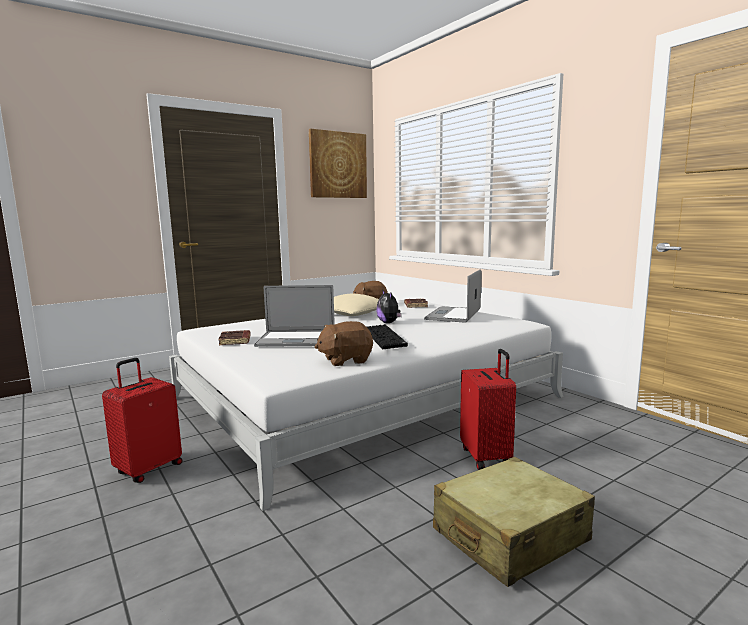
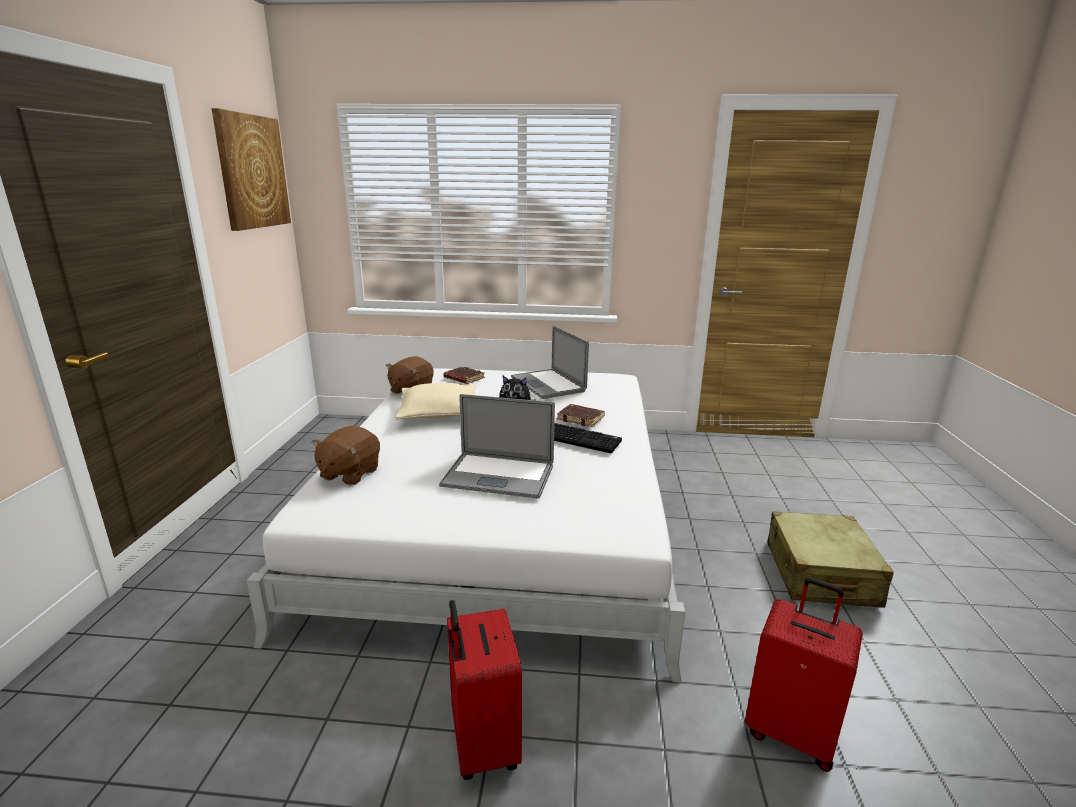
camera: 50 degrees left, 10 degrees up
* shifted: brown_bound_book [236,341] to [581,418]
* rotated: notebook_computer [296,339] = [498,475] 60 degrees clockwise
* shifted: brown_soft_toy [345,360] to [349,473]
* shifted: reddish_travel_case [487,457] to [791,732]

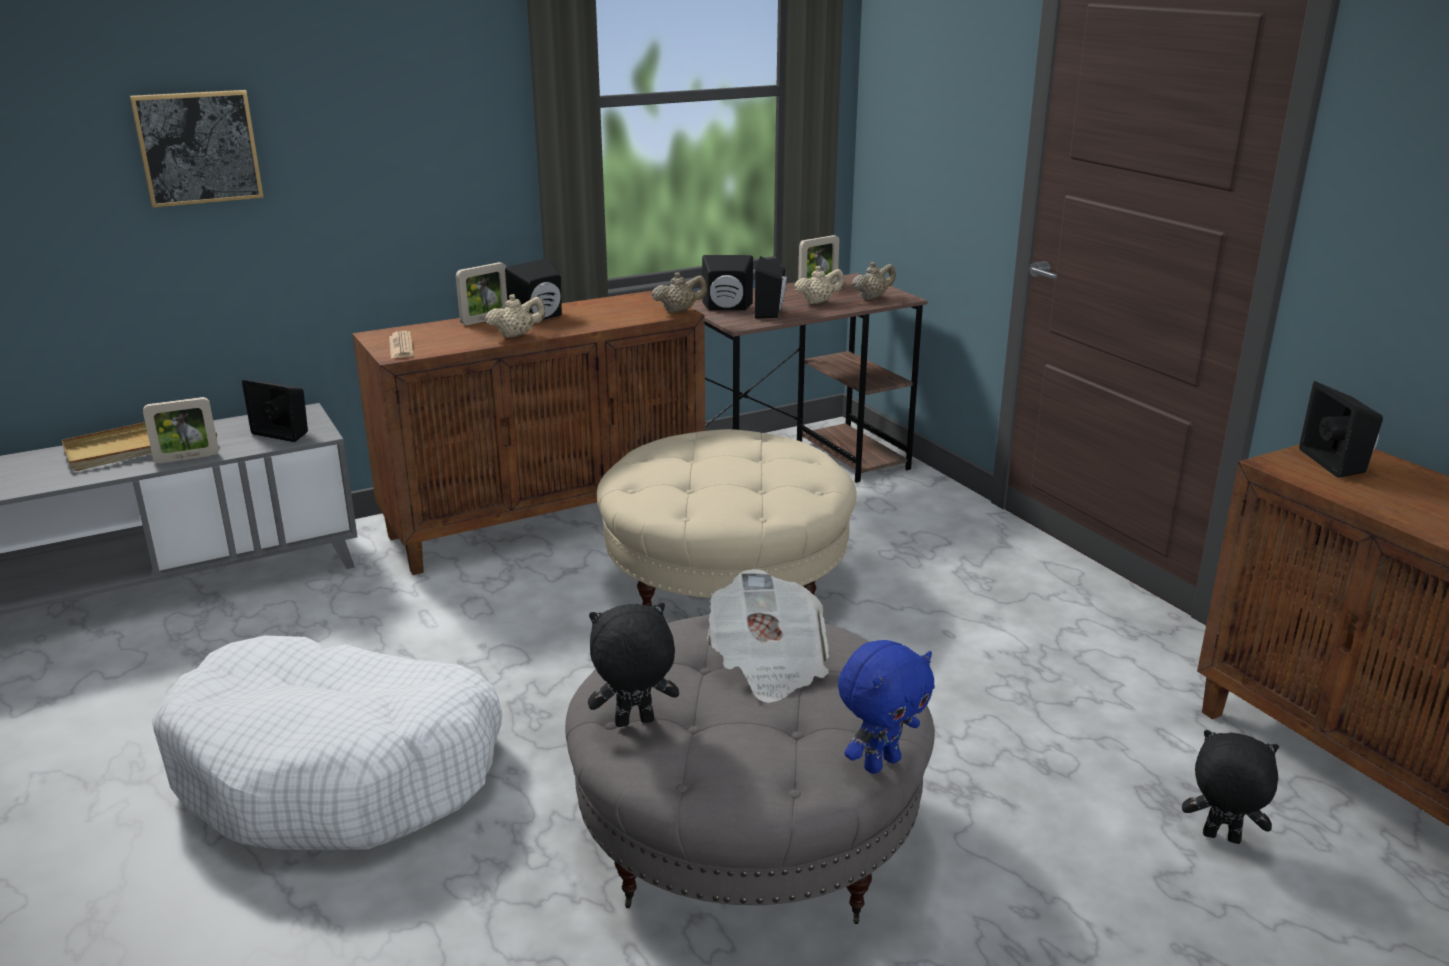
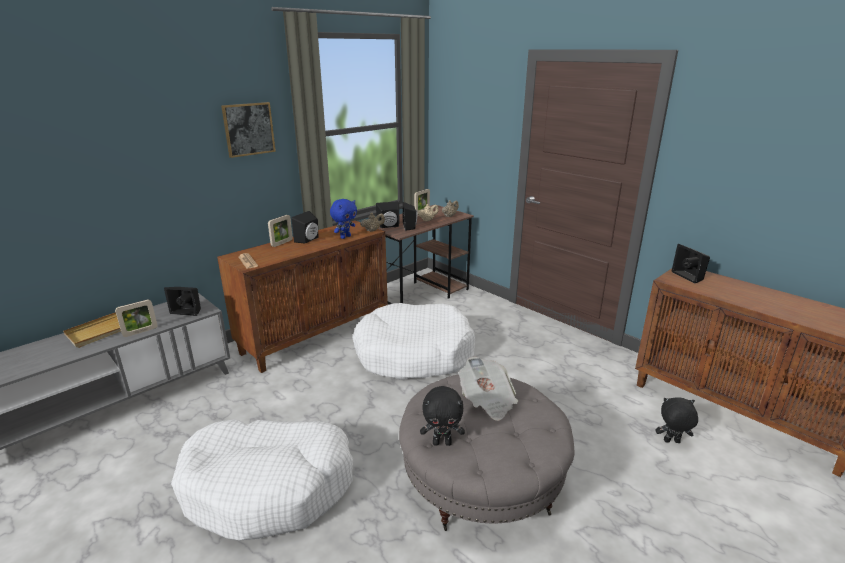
camera: 15 degrees left, 0 degrees up
* shifted: picture [198,148] to [248,129]
* gone: beige-coloured_teapot [516,335]
* rotated: black-coloured_soft_toy [634,723] = [442,442] 150 degrees counterclockwise
* swapped: beige-coloured_pouffe [727,580] to white-coloured_dog_bed [414,354]
* shifted: bluish_soft_toy [880,763] to [345,237]

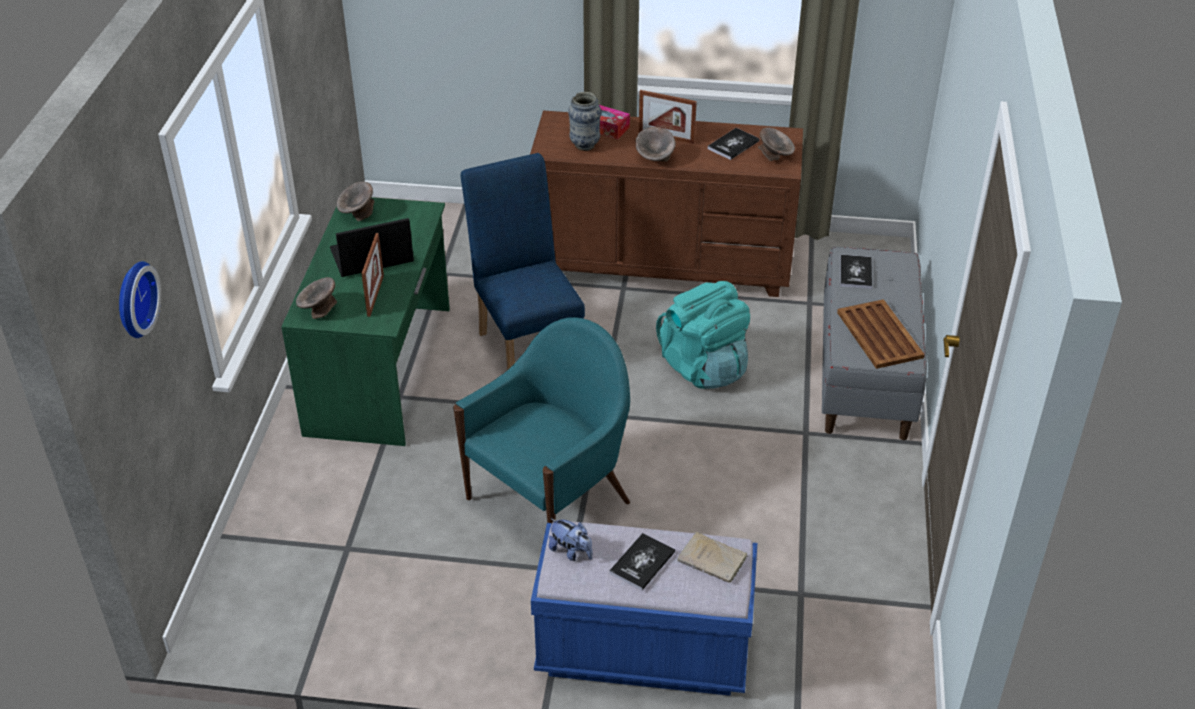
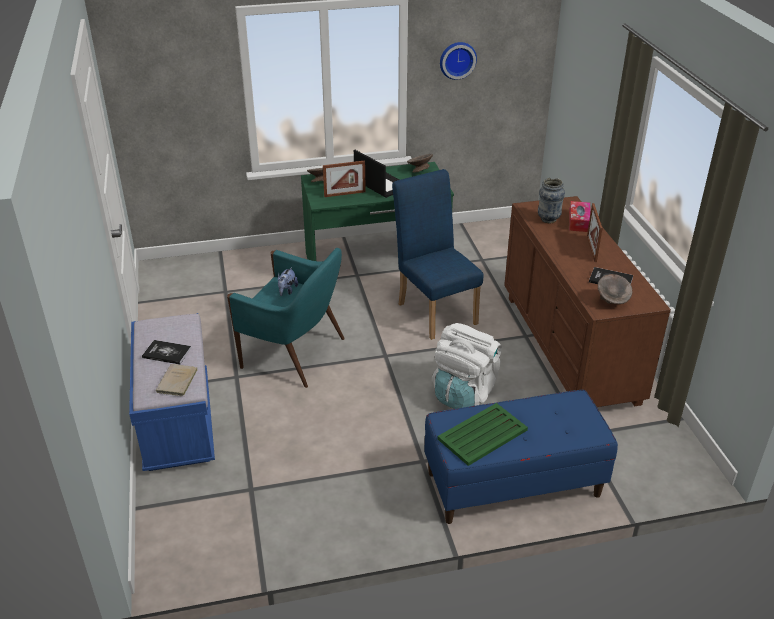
camera: 70 degrees right, 5 degrees down
* shifted: hanging_clock [132,299] to [457,59]
* rotated: bluish_plain_chair [527,345] = [435,310] 75 degrees counterclockwise
* shifted: soft_toy [571,552] to [287,291]
* gone: gray_deep_dish [655,159]
* repainted: turquoise-coloured_backpack [704,367] to white-coloured_backpack [464,393]
* repainted: gray_bench [865,375] to bluish_bench [513,484]
* repainted: brown_carrying_tray [879,334] to green_carrying_tray [483,434]
* gone: bound_book [855,272]

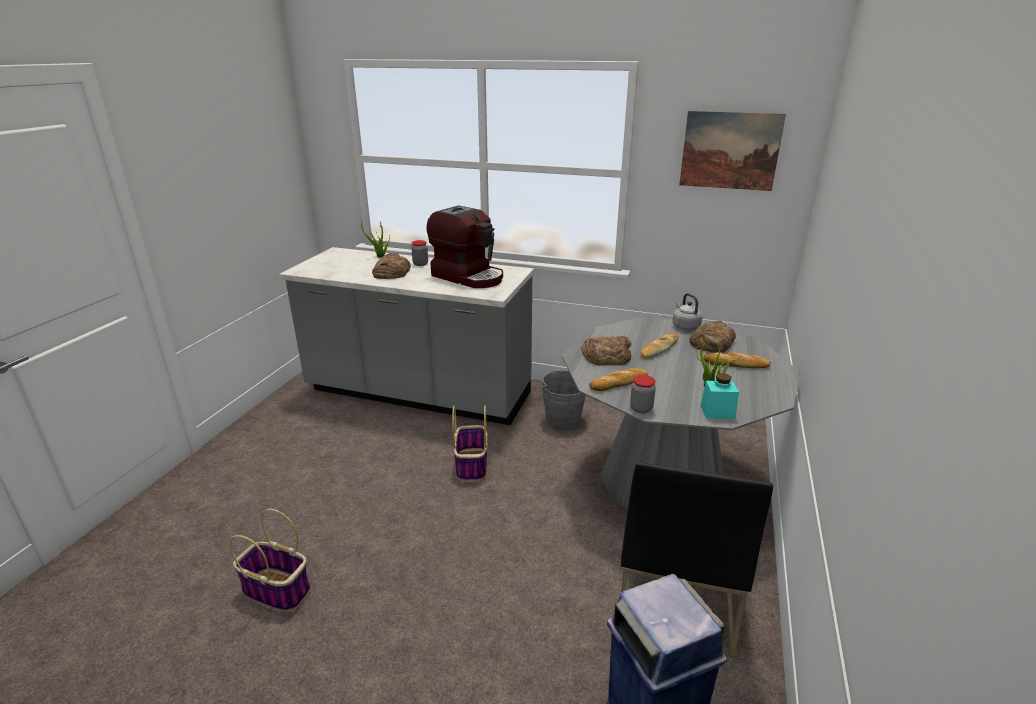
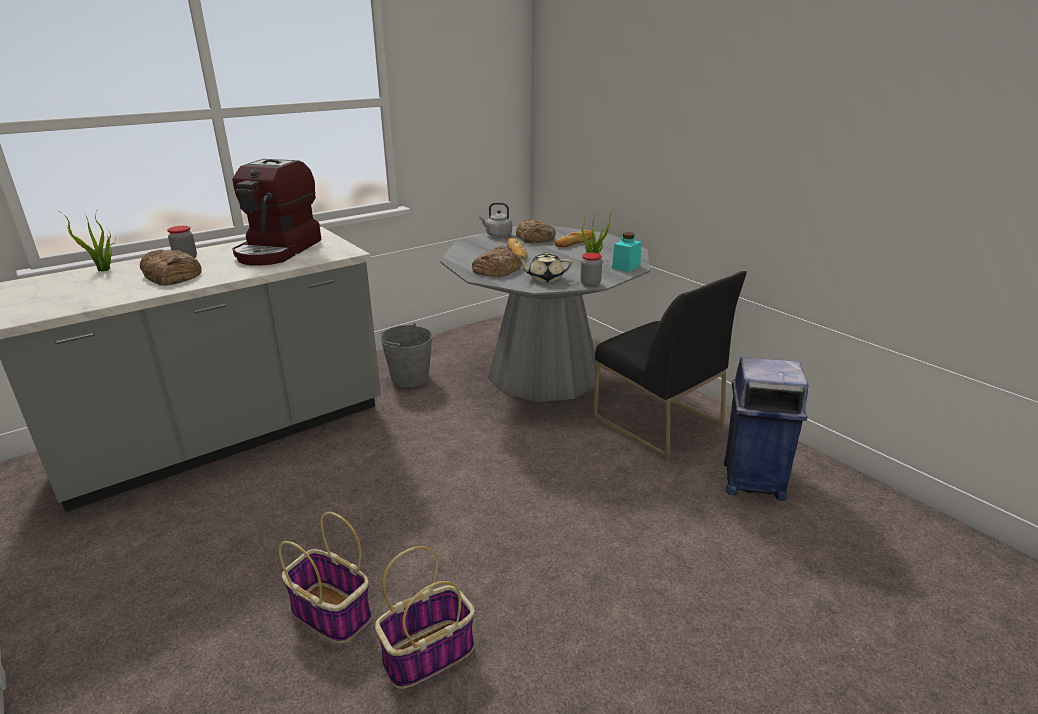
camera: 55 degrees left, 0 degrees up
* rotated: coffee_brewer [469,276] = [279,250] 120 degrees clockwise
* shifted: storage_basket [471,464] to [329,613]
* swapped: bread [619,383] to beige-coloured_teapot [545,278]
* gone: picture [730,150]

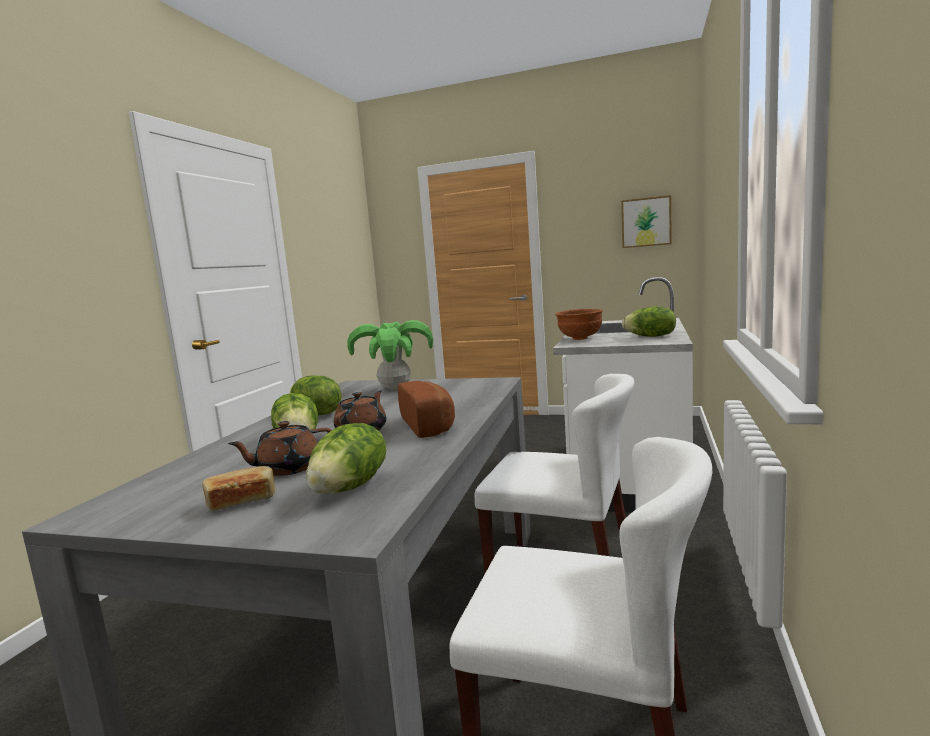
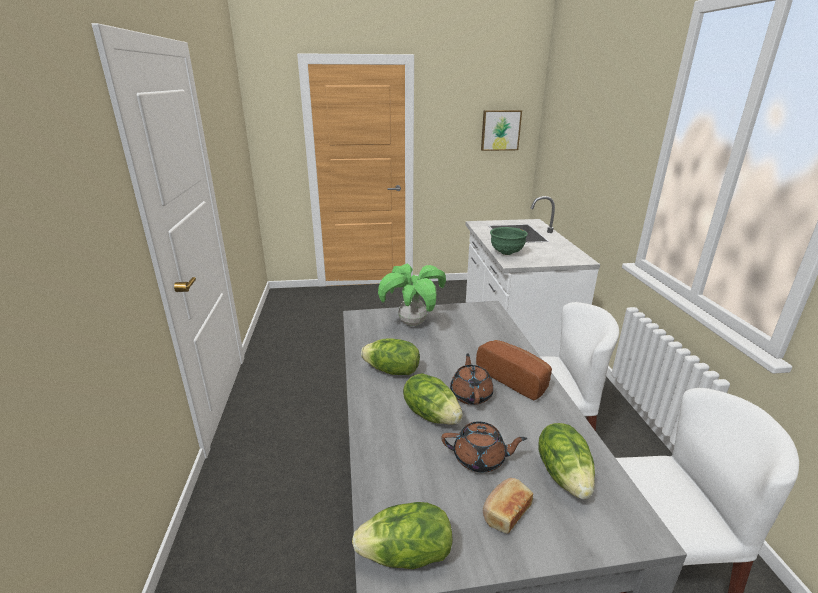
camera: 25 degrees left, 15 degrees up
* rotated: brown_teapot [288,468] = [480,459] 120 degrees counterclockwise
* repainted: brown_deep_dish [579,338] to green_deep_dish [506,253]
* shifted: lettuce [651,336] to [406,555]

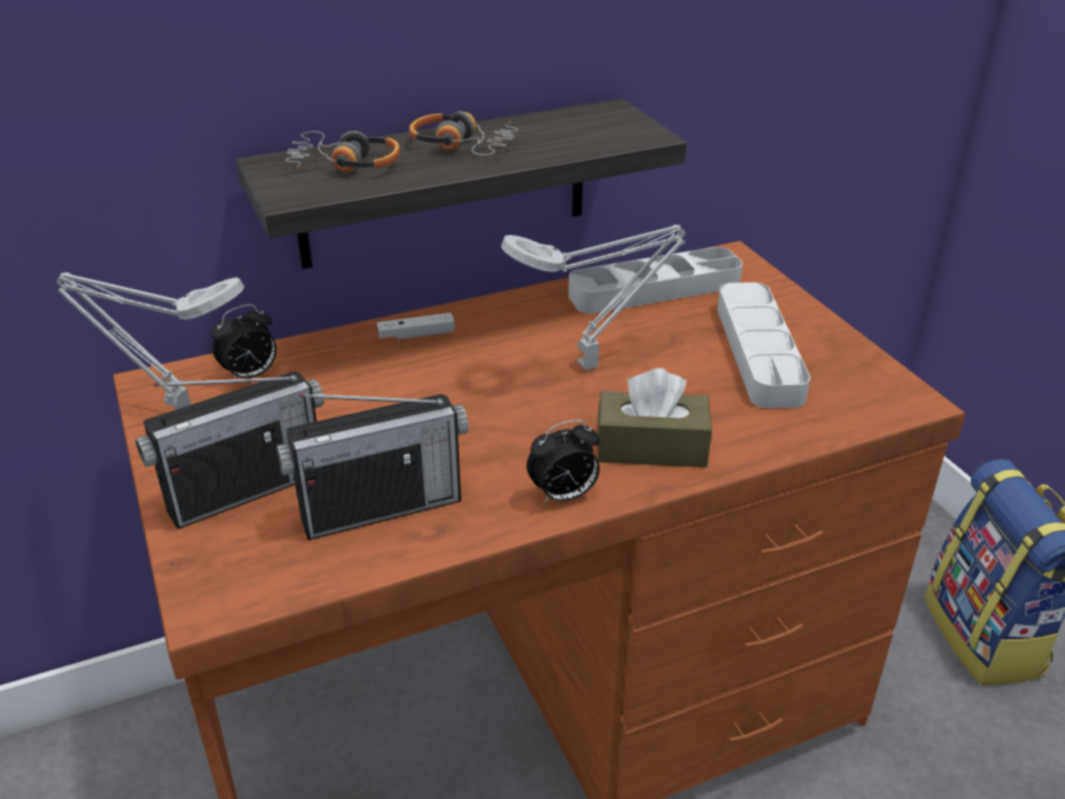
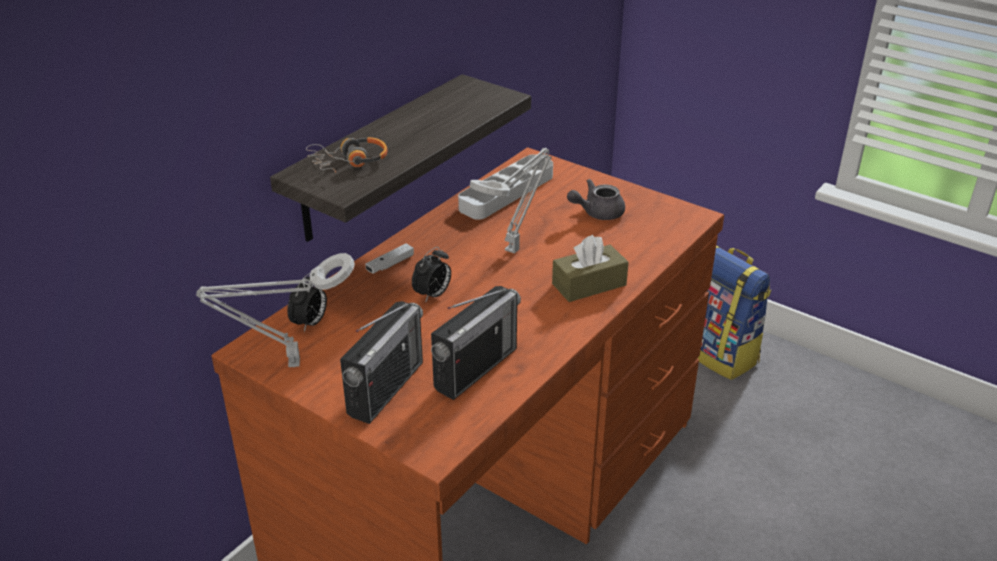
camera: 30 degrees left, 0 degrees up
* gone: pair_of_headphones [462,146]
* shifted: bedside_clock [563,496] to [433,295]
* swapped: gray_carrying_tray [758,352] to gray_teapot [597,213]

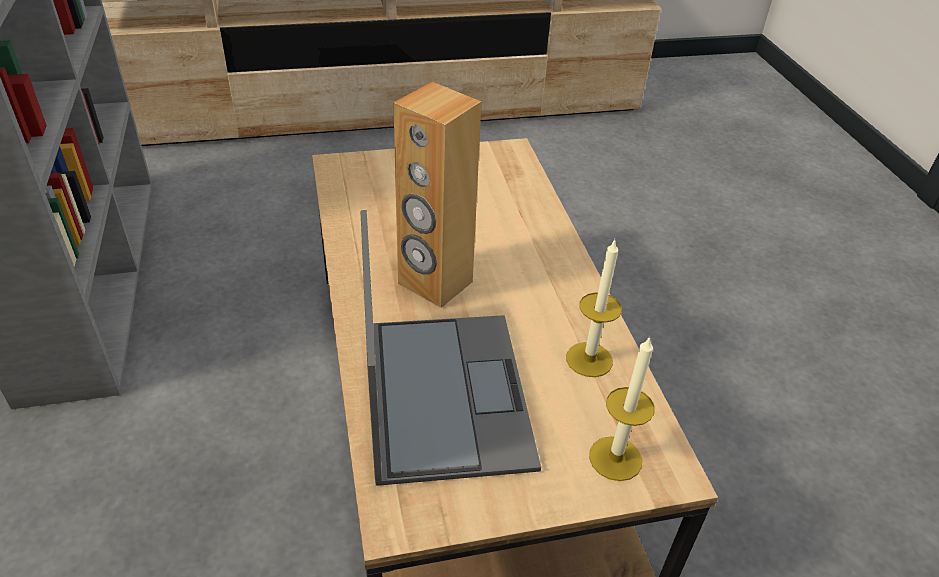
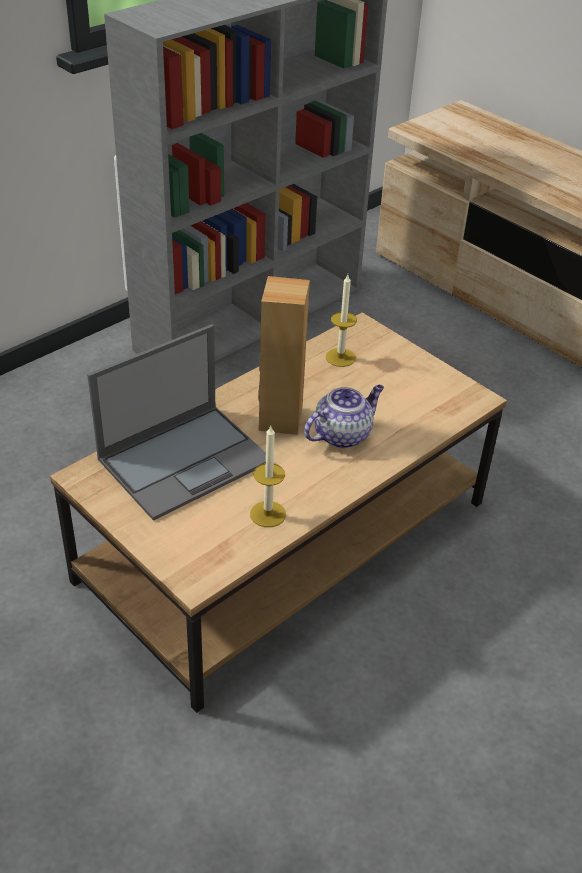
camera: 60 degrees right, 0 degrees up
* shifted: wax_candle [615,458] to [340,357]
* new: teapot [342,434]

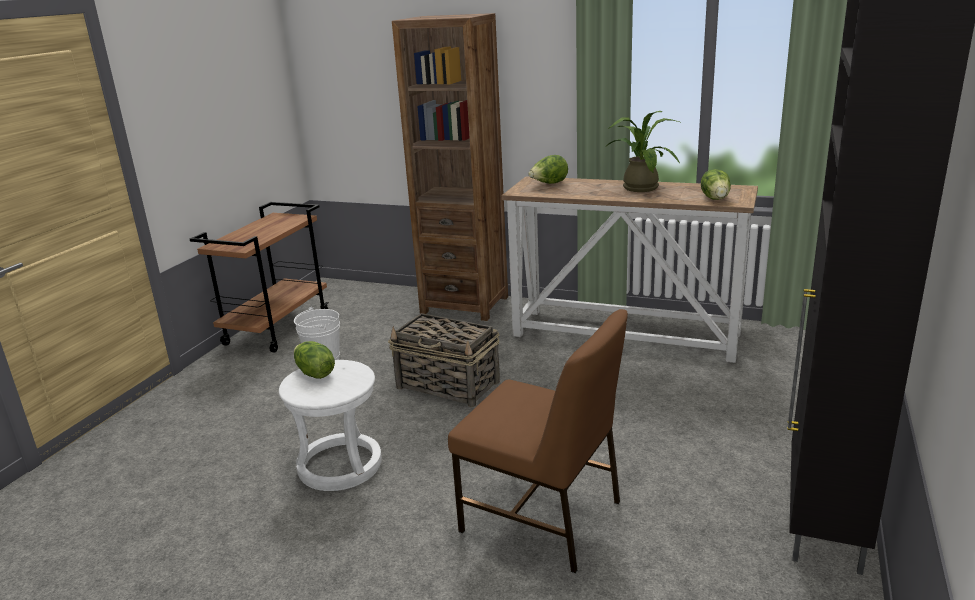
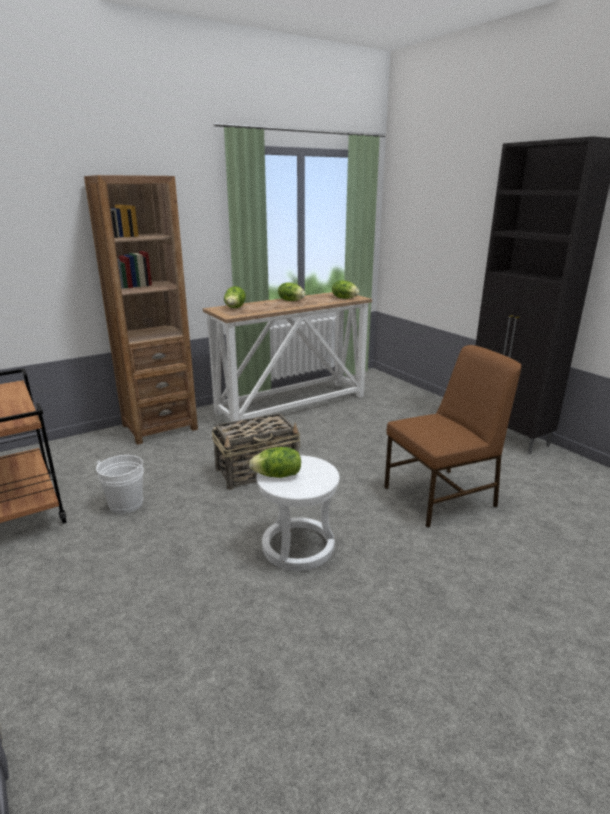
camera: 55 degrees left, 0 degrees up
* swapped: plant_in_a_pot [639,187] to lettuce [291,300]

